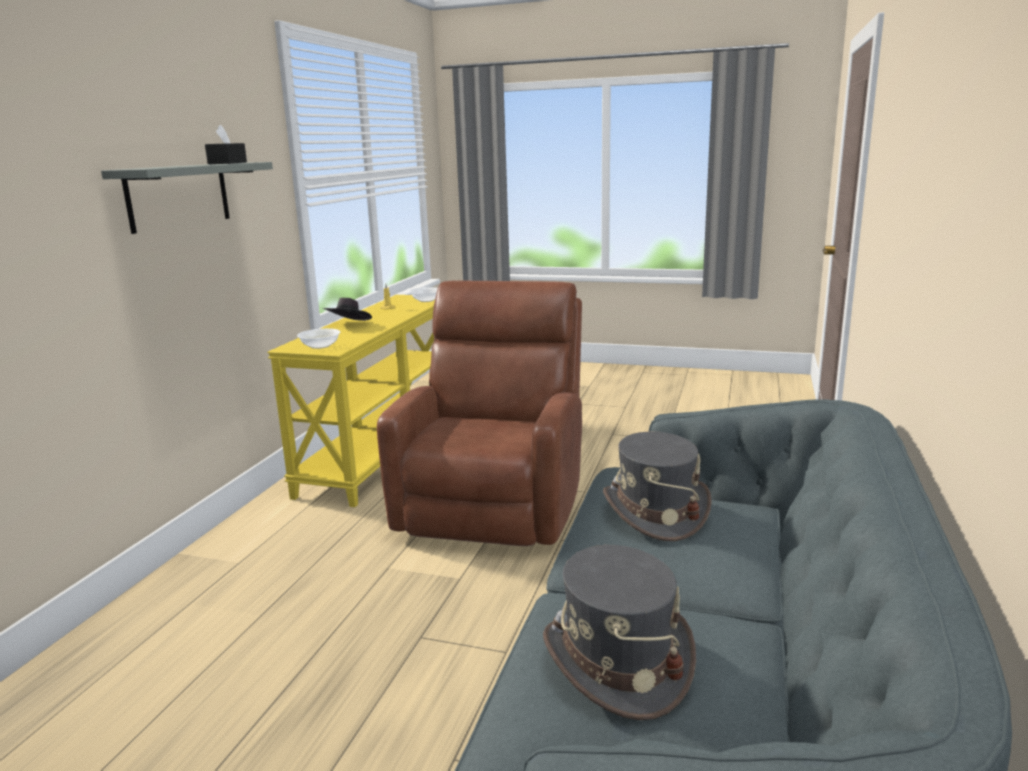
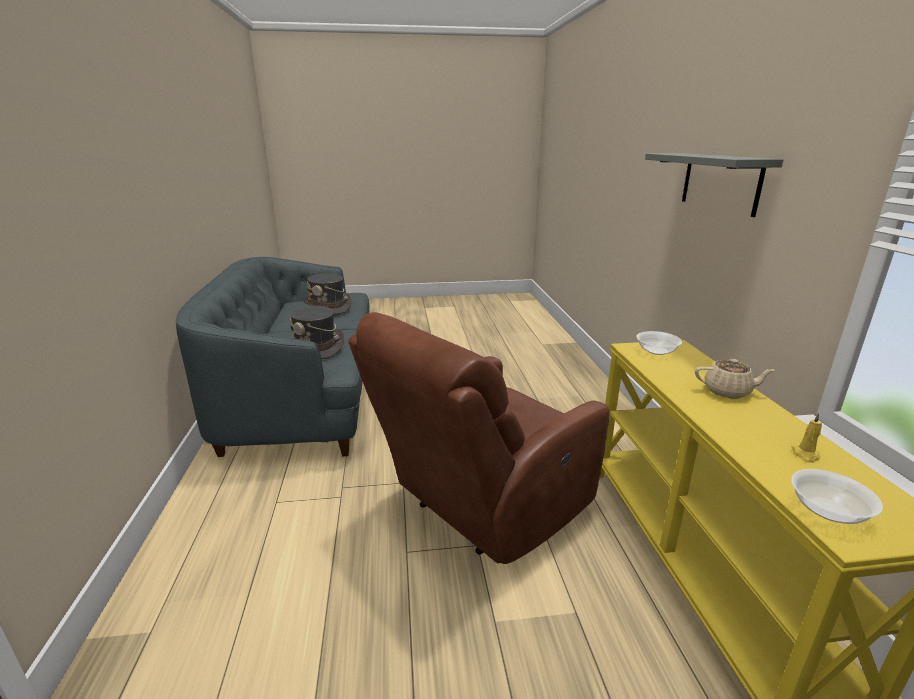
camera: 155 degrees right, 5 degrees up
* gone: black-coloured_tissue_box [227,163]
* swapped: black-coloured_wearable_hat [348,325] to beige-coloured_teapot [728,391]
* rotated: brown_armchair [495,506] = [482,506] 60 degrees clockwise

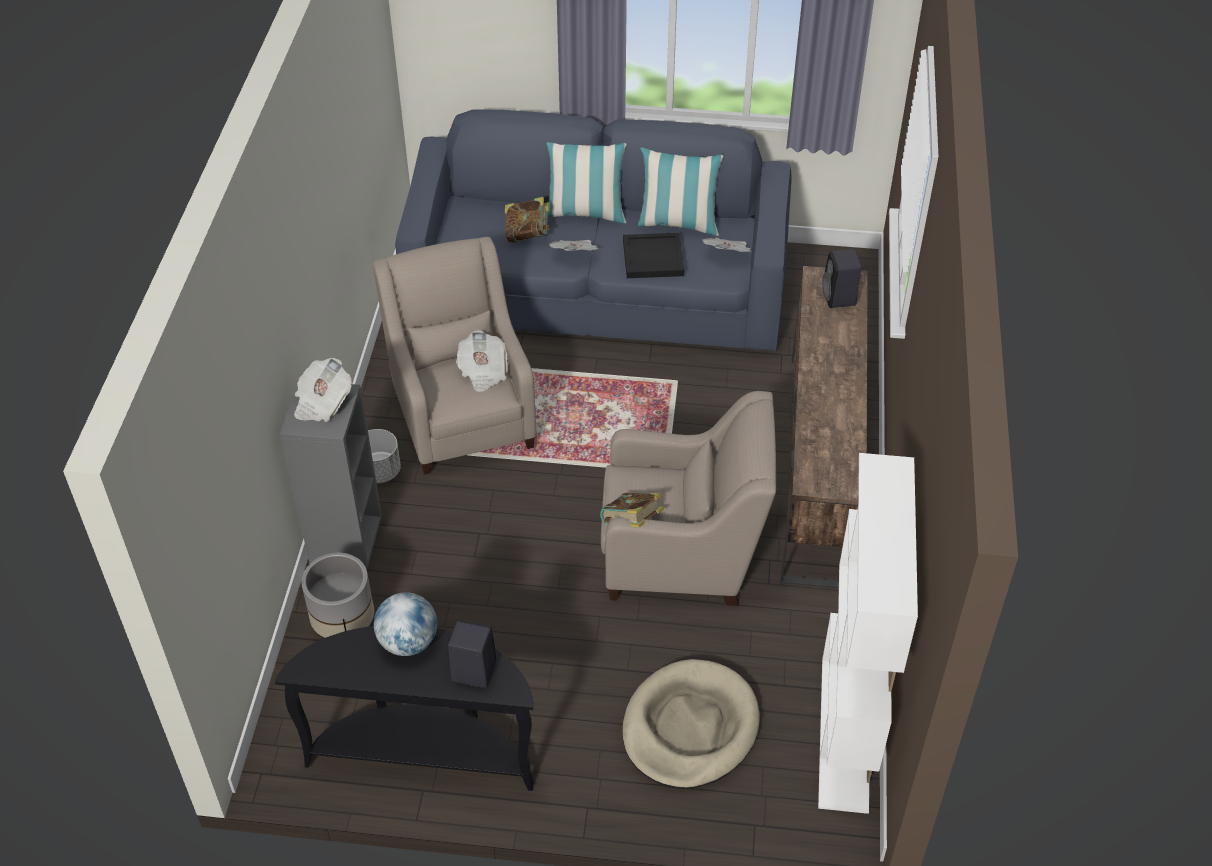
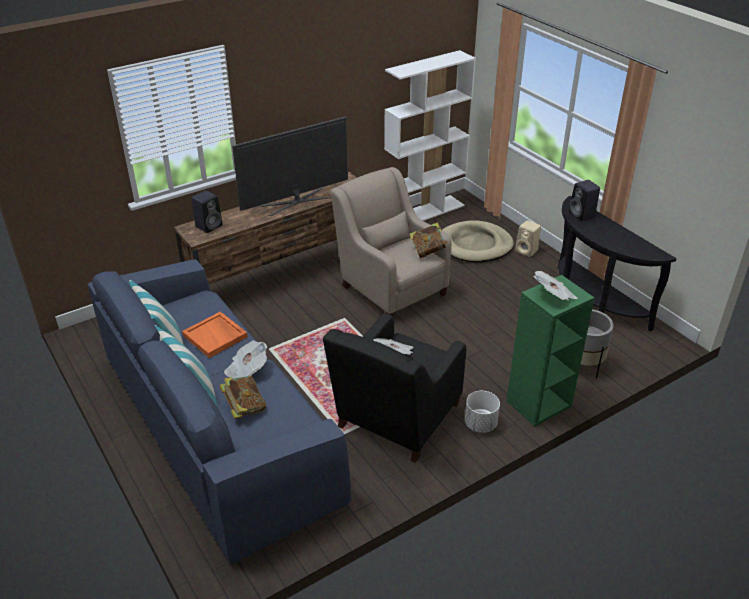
camera: 130 degrees left, 10 degrees down
* repainted: gray_bookcase [345,538] to green_bookcase [538,404]
* repainted: beige-coloured_armchair [462,415] to black-coloured_armchair [396,418]
* gone: globe [408,642]
* repainted: black-coloured_carrying_tray [652,258] to orangey_carrying_tray [215,336]
* gone: newspaper [728,255]
* new: TV [296,201]
* new: beige-coloured_audio_speaker [527,251]

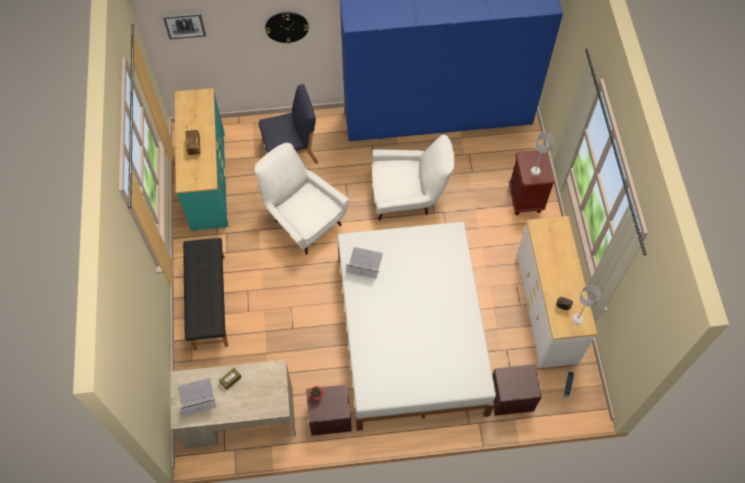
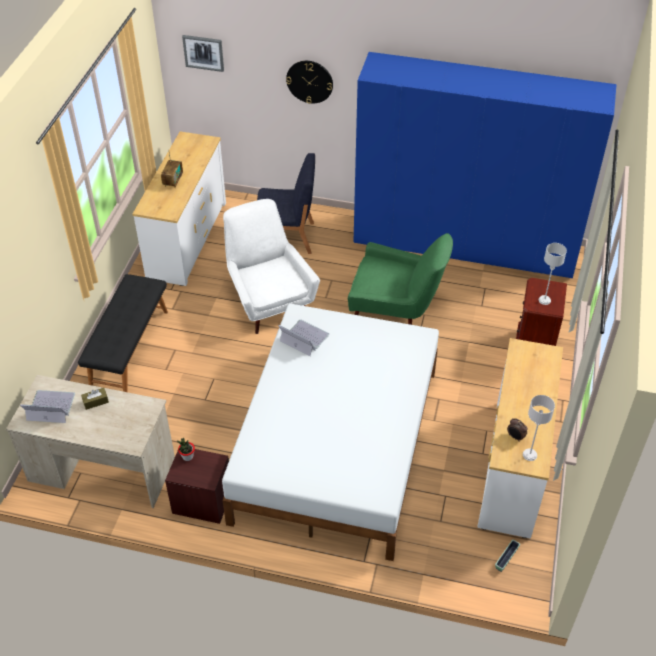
camera: 20 degrees right, 15 degrees down
* repainted: turquoise-coloured_dresser [207,180] to white-coloured_dresser [187,239]
* repainted: white-coloured_armchair [407,198] to green_armchair [395,311]
* gone: brown_nightstand [511,397]

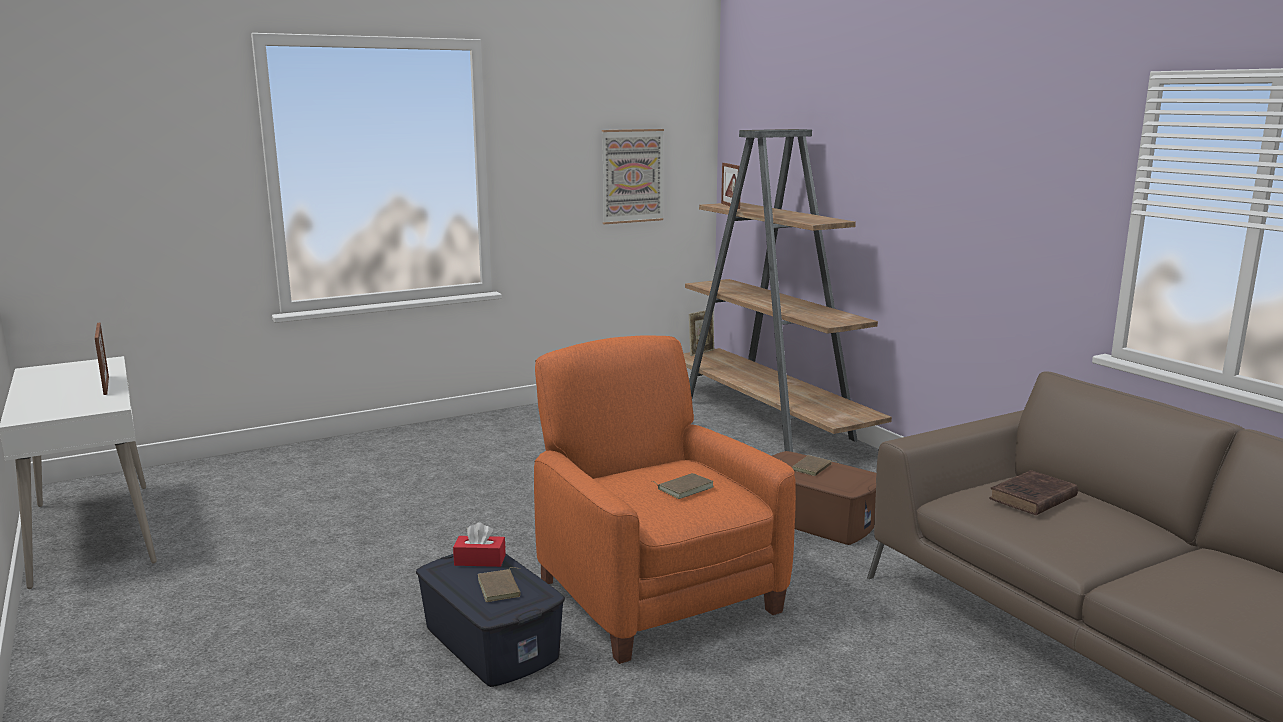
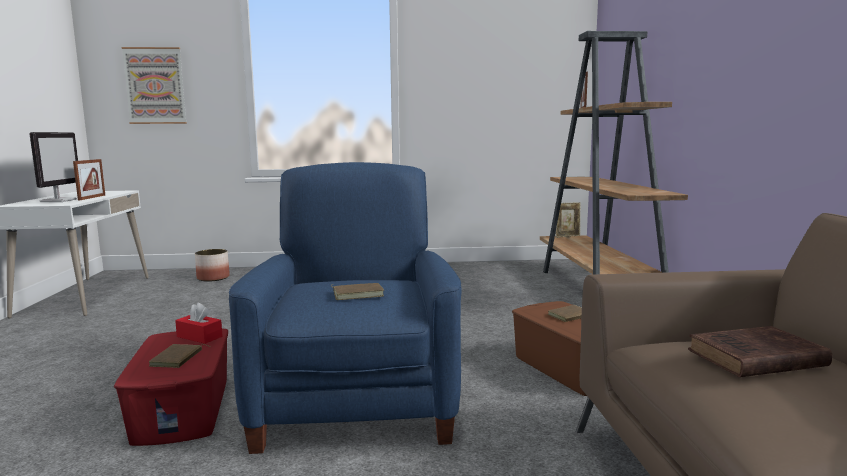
camera: 25 degrees right, 5 degrees down
* repainted: bluish_storage_container [491,642] to reddish_storage_container [184,409]
* repainted: orangey_armchair [656,593] to bluish_armchair [357,400]
* shifted: picture [632,176] to [155,86]
* new: computer_display [58,200]
* new: planter [213,278]

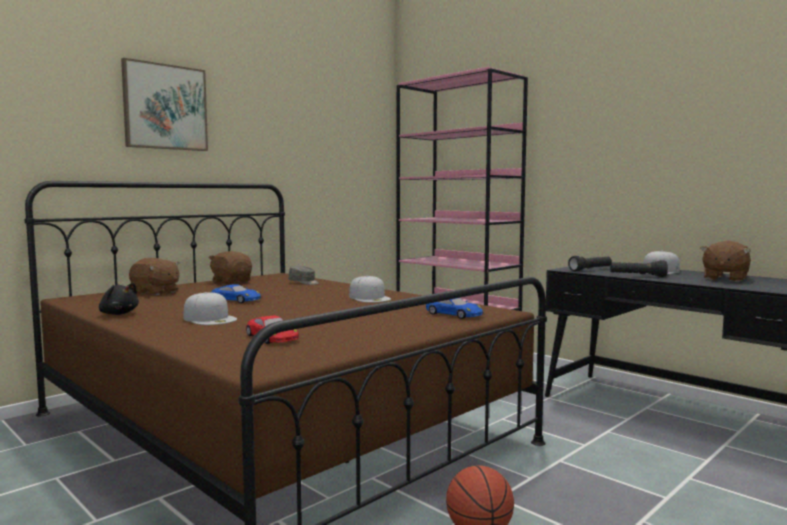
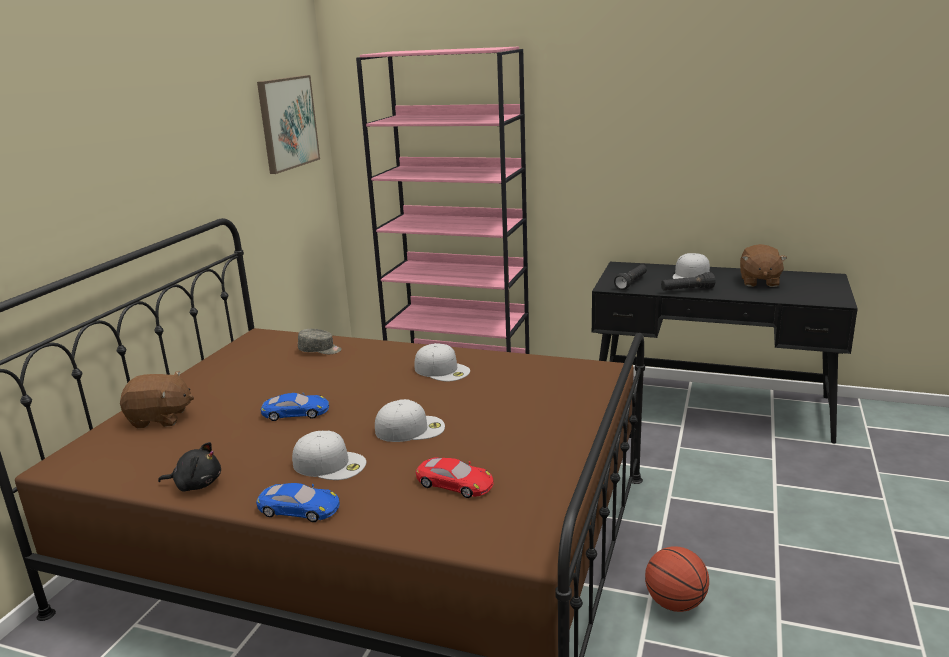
camera: 25 degrees left, 15 degrees up
* shifted: picture [165,107] to [287,123]
* gone: brown_soft_toy [231,282]
* shifted: bluish_miniature_car [454,314] to [299,509]
* new: white-coloured_cap [410,428]

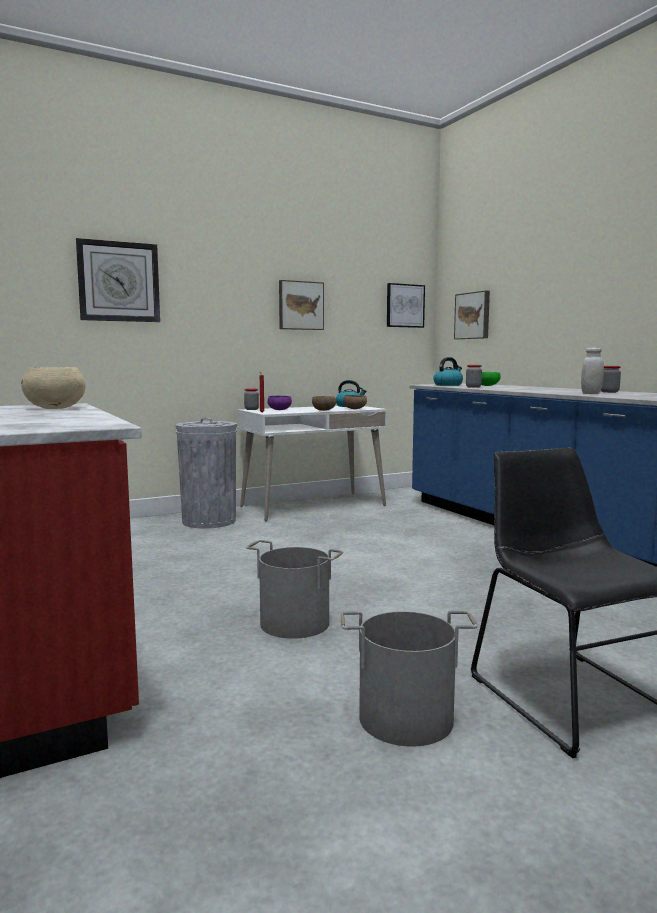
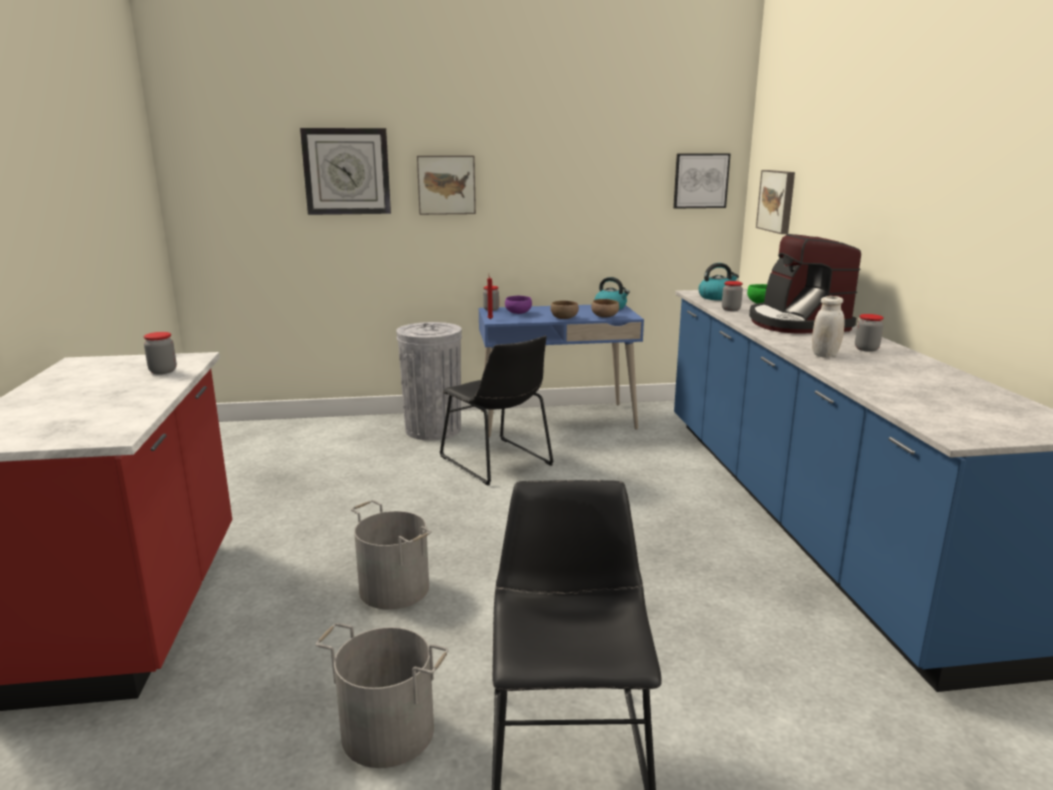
camera: 20 degrees right, 10 degrees up
* swapped: beige-coloured_deep_dish [56,408] to storage_jar [163,371]
* repainted: white-coloured_desk [313,506] to bluish_desk [557,419]
* shifted: picture [300,305] to [446,185]
* new: black-coloured_plain_chair [498,462]
* new: coffee_brewer [796,323]

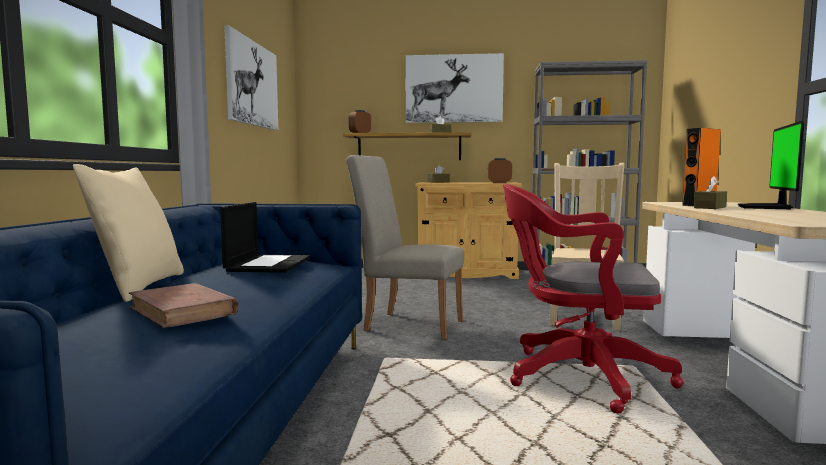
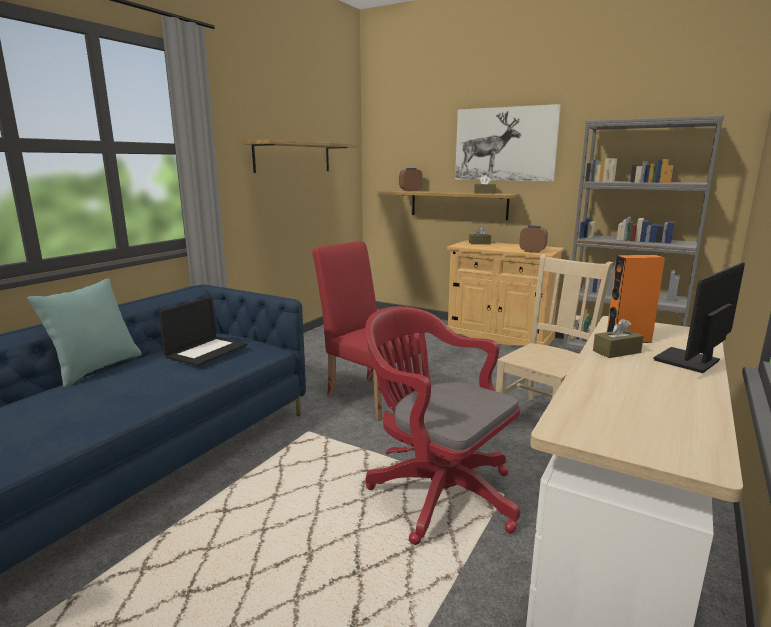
camera: 25 degrees right, 10 degrees up
* repainted: beige-coloured_throw_pillow [138,287] to turquoise-coloured_throw_pillow [96,369]
* gone: brown_bound_book [183,311]
* swapped: picture [252,84] to shelf [293,157]
* repainted: beige-coloured_plain_chair [407,324] to reddish_plain_chair [369,395]

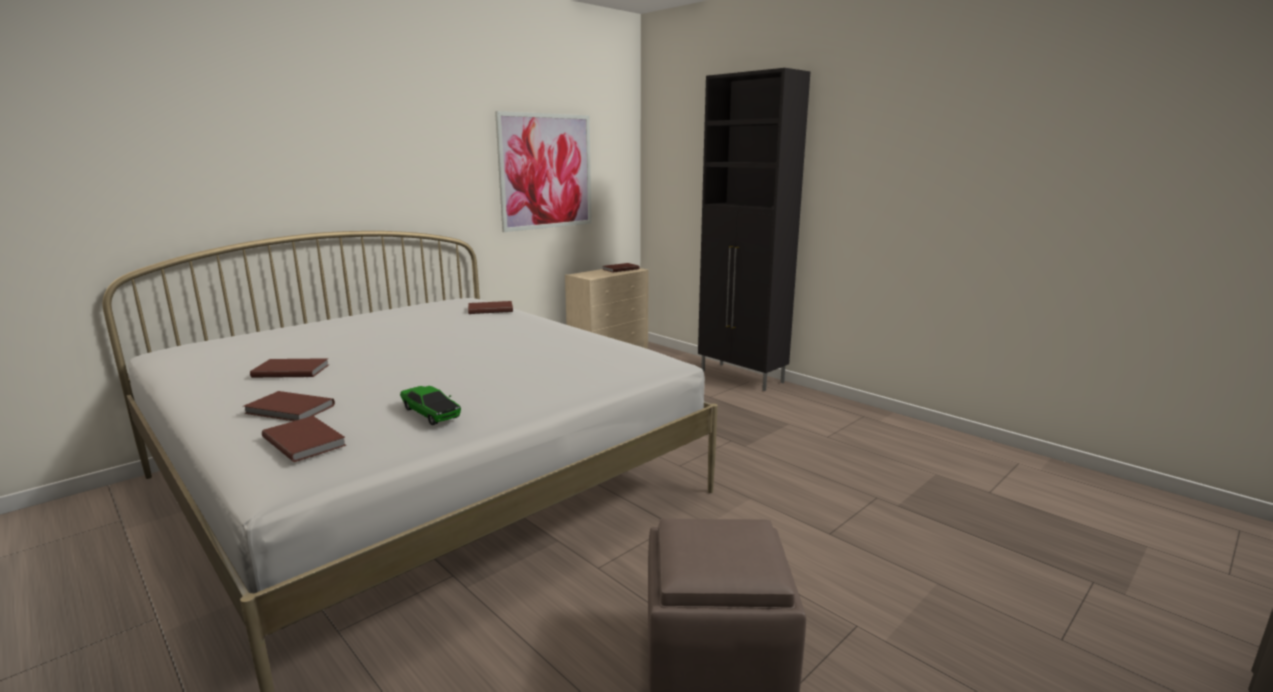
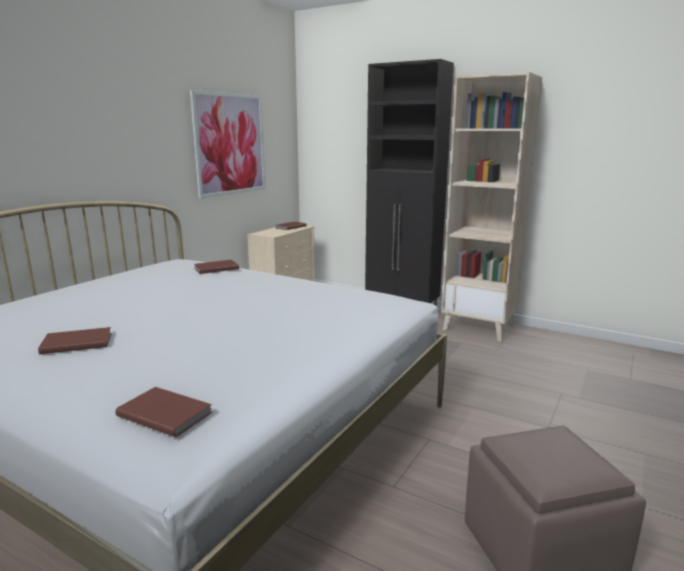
camera: 15 degrees left, 0 degrees up
* gone: brown_bound_book [289,410]
* gone: miniature_car [430,413]
* new: beige-coloured_bookcase [479,327]

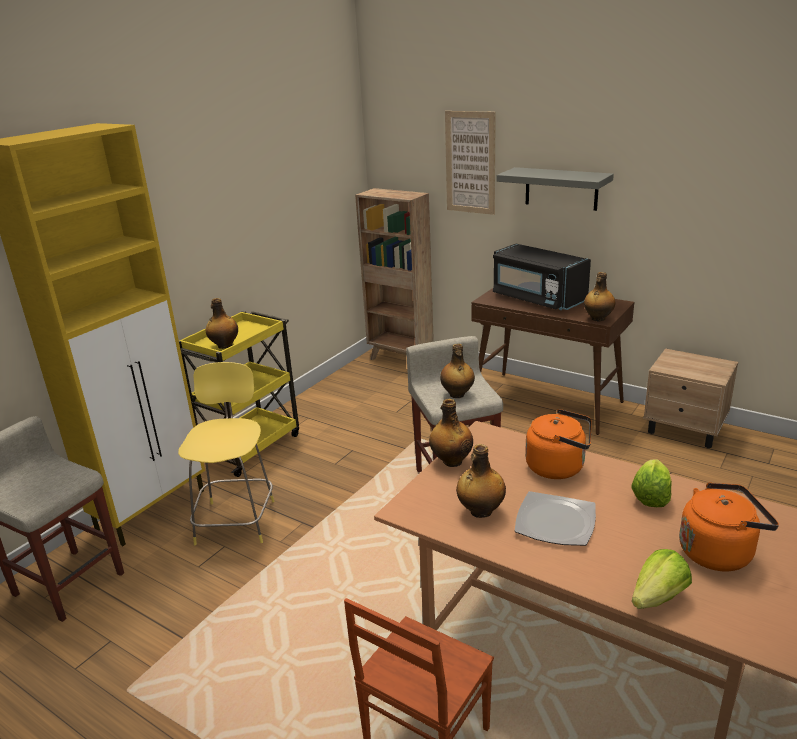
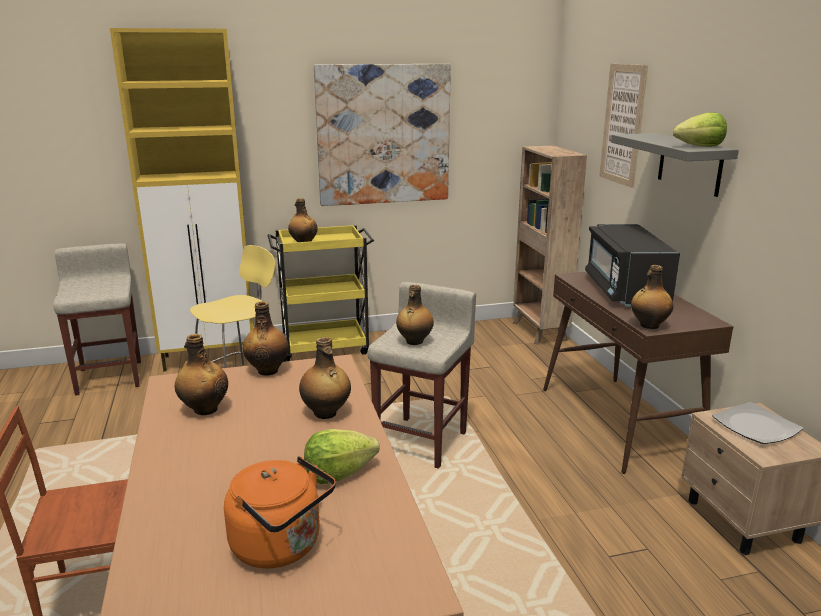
camera: 40 degrees right, 5 degrees down
* shifted: plate [556,522] to [756,426]
* swapped: orangey_kettle [559,467] to bottle [326,413]
* shifted: lettuce [658,597] to [700,146]
* new: picture [383,135]

